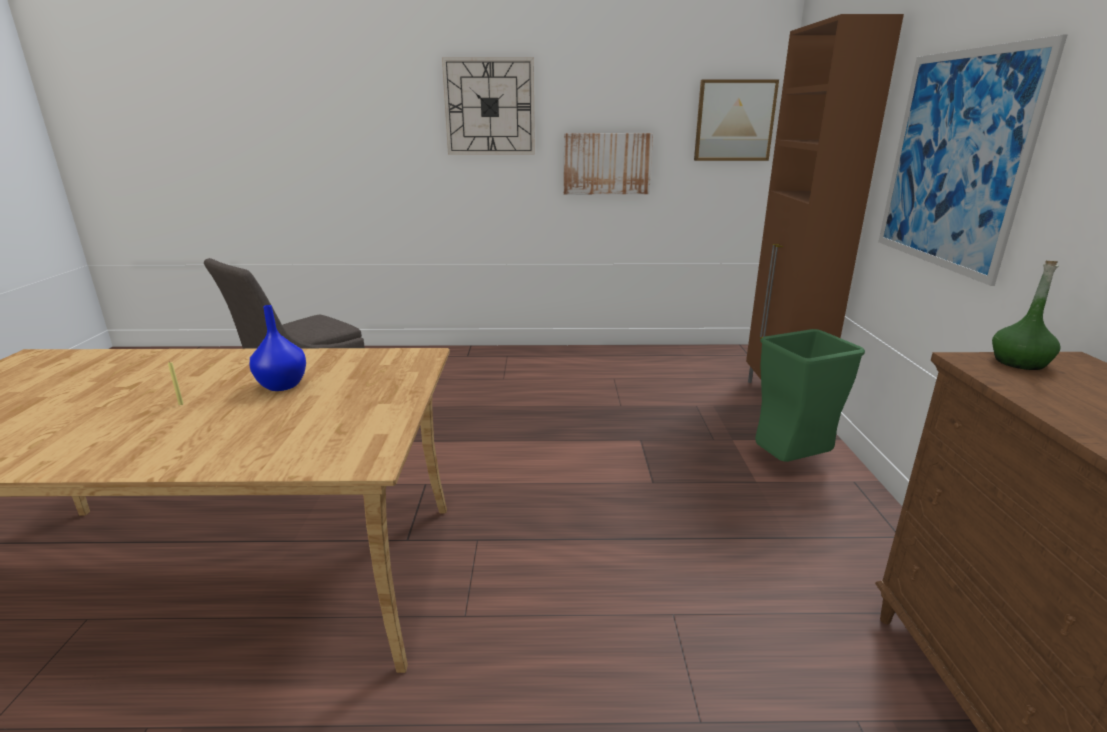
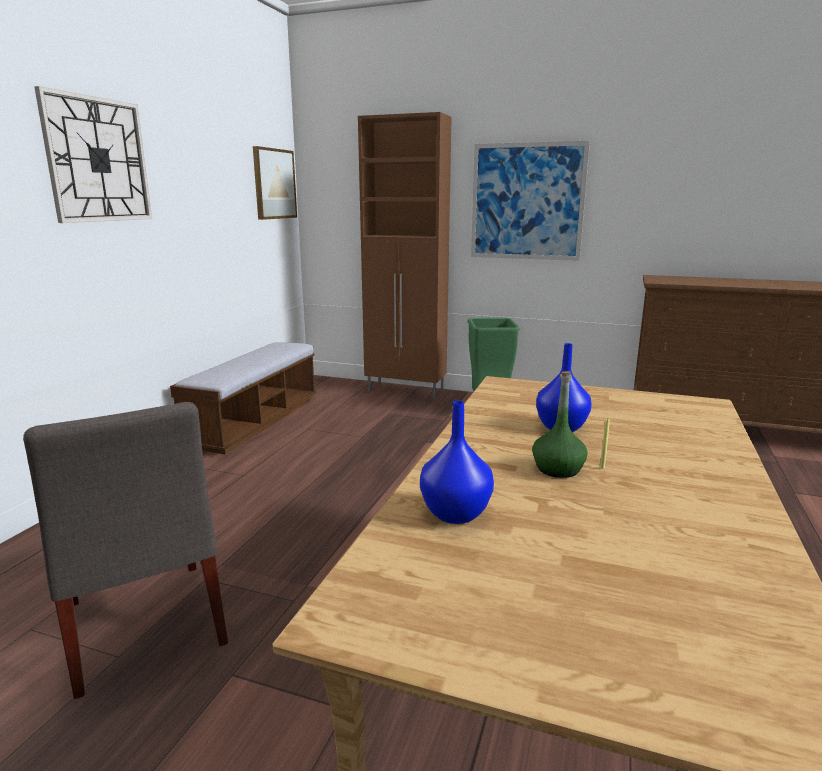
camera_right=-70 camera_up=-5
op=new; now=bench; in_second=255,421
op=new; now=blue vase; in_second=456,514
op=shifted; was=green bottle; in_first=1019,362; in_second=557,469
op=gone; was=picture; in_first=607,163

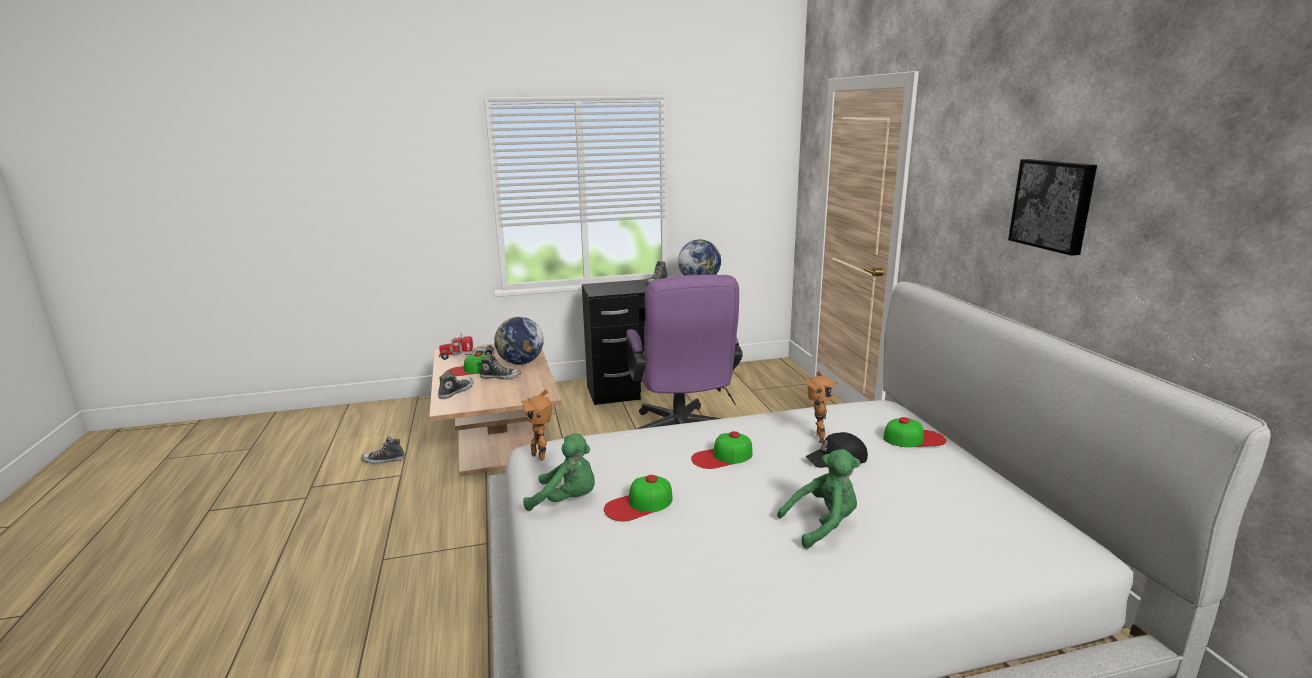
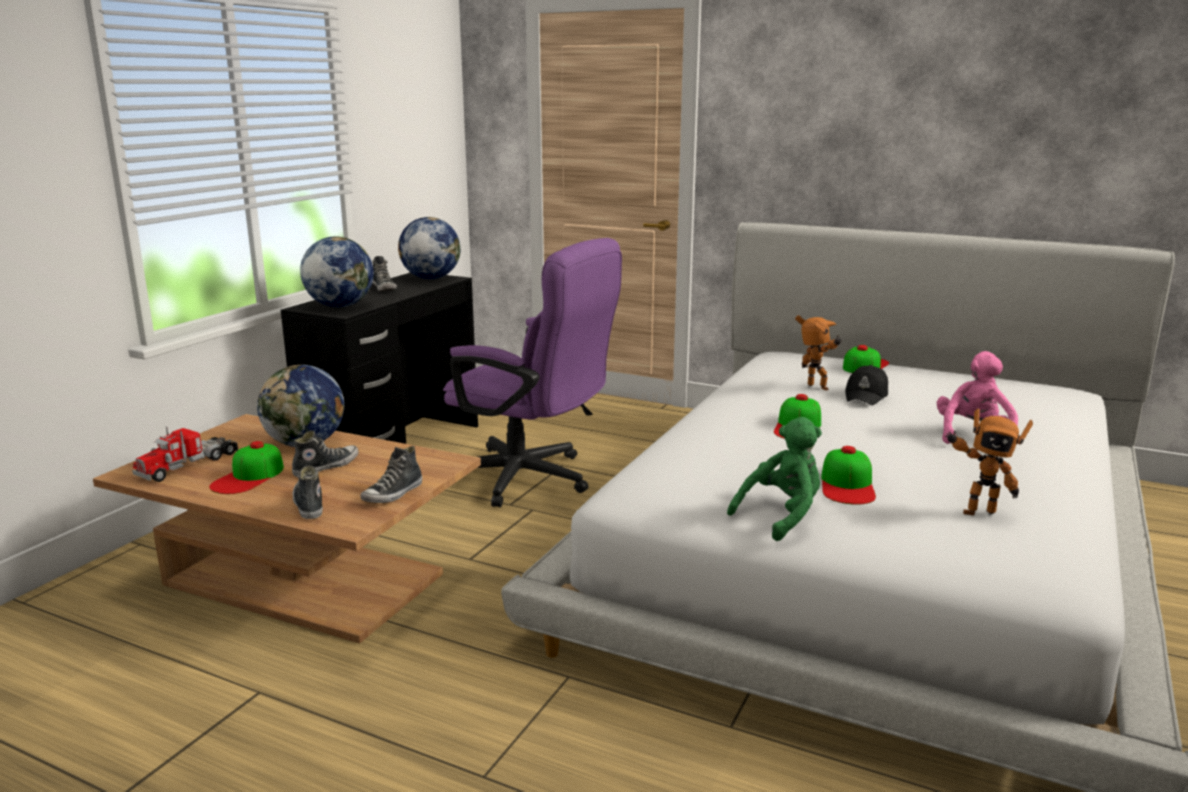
camera_right=-50 camera_up=0
op=new; now=globe; in_second=340,306
op=shifted; was=shoe; in_first=383,460; in_second=393,494
op=repainted; was=green plush toy; now=pink plush toy; in_first=823,525; in_second=973,436
op=shifted; was=toy robot; in_first=540,456; in_second=977,511
op=gone; was=picture; in_first=1053,205

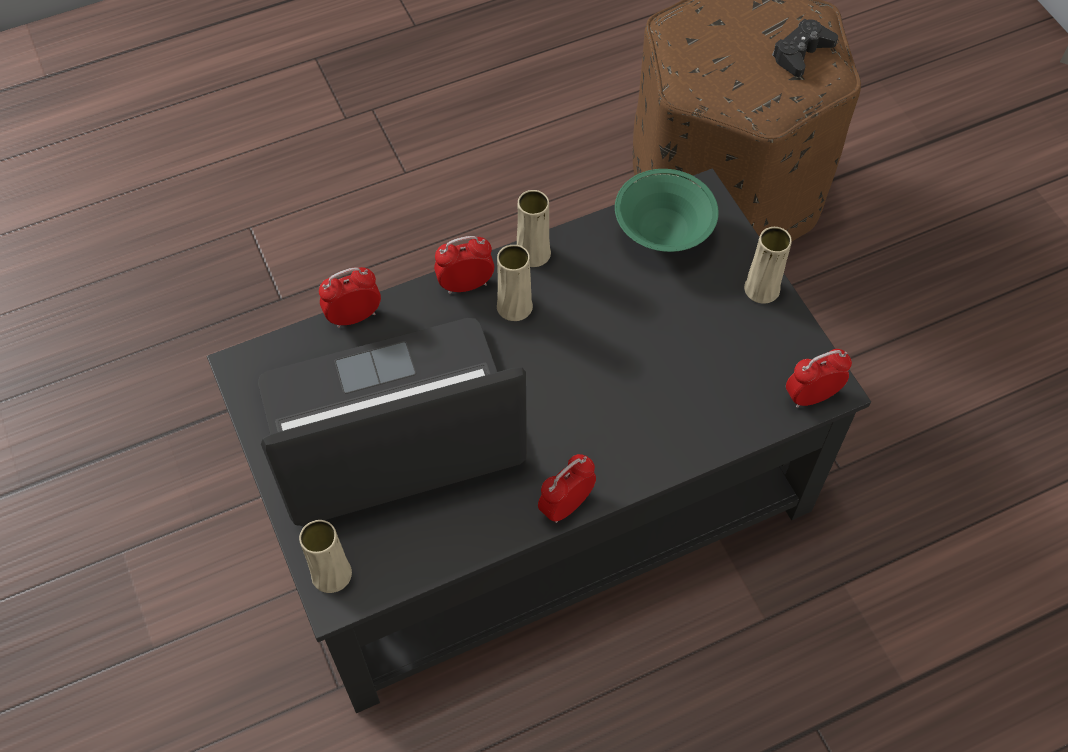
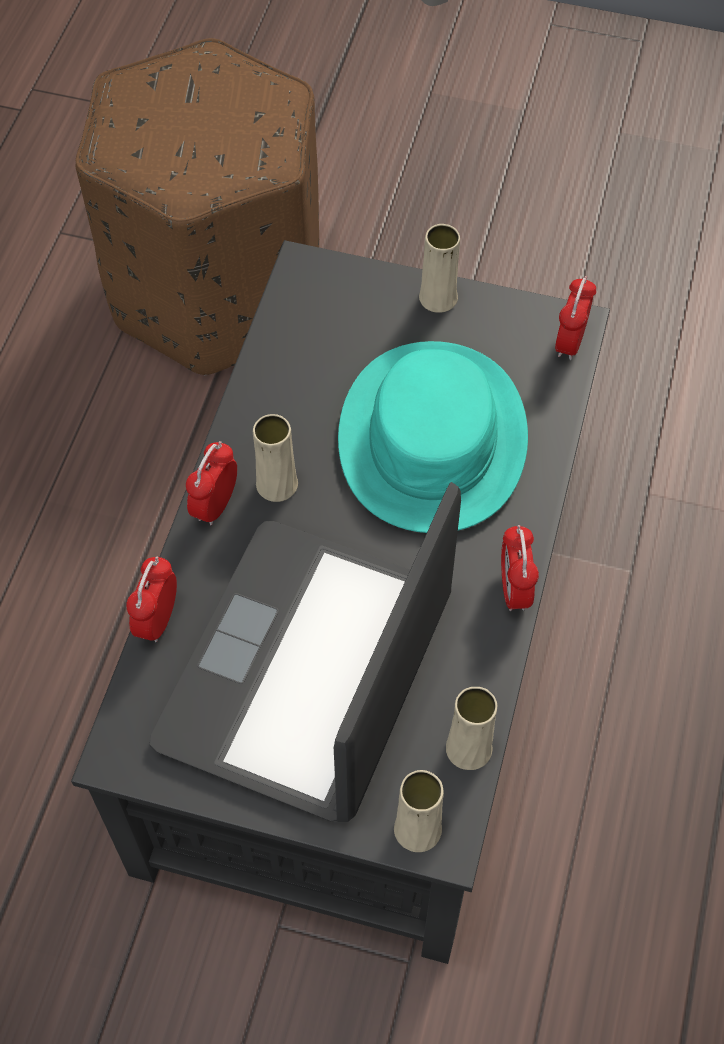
camera_right=-50 camera_up=0
op=new; now=turquoise hat; in_second=433,438
op=shifted; was=beige vase; in_first=533,253; in_second=468,748
op=gone; was=green bowl; in_first=662,233
op=gone; was=black game controller; in_first=801,53

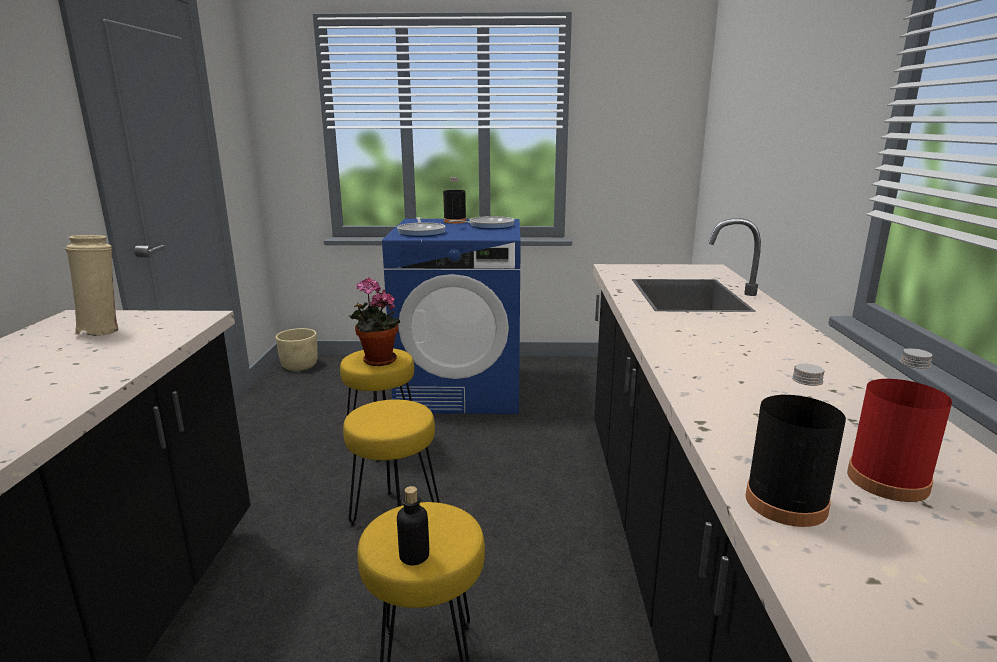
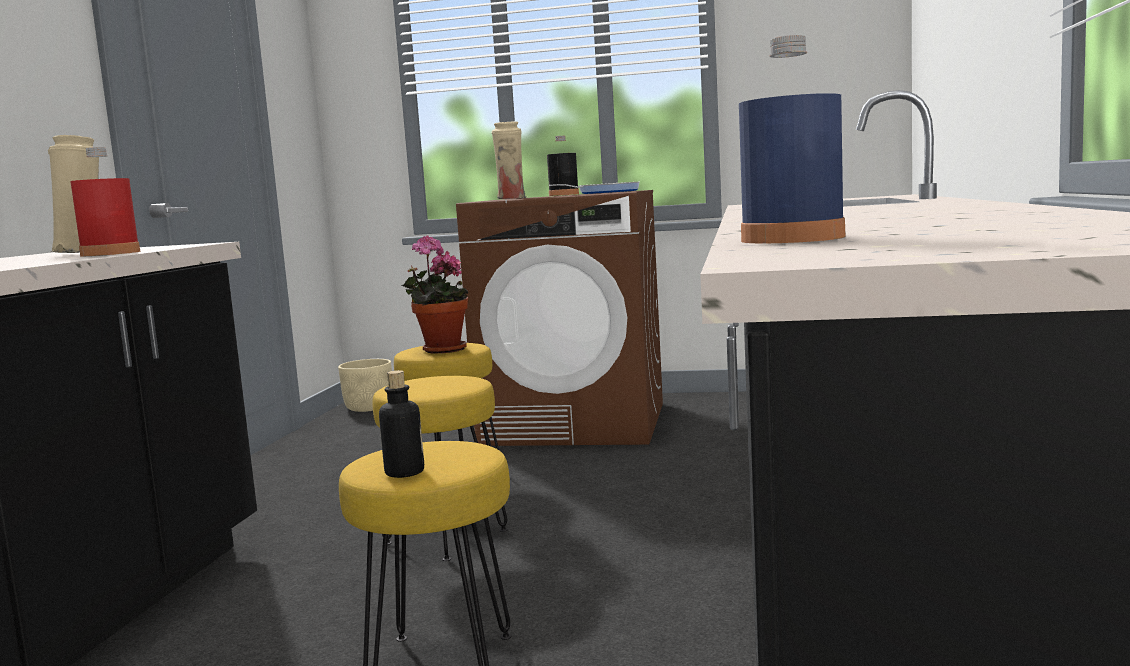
camera_right=10 camera_up=-10
op=shifted; was=red bottle; in_first=887,481; in_second=110,253
op=repainted; was=blue washing machine; now=brown washing machine; in_first=461,389; in_second=576,423
op=swapped; was=frying pan; now=beige vase; in_first=421,232; in_second=511,198
op=repainted; was=black bottle; now=blue bottle; in_first=786,503; in_second=792,239

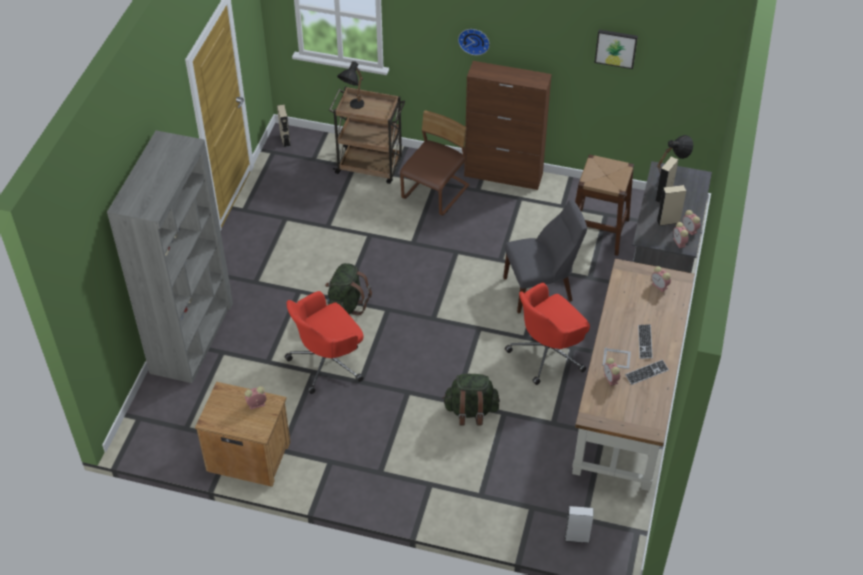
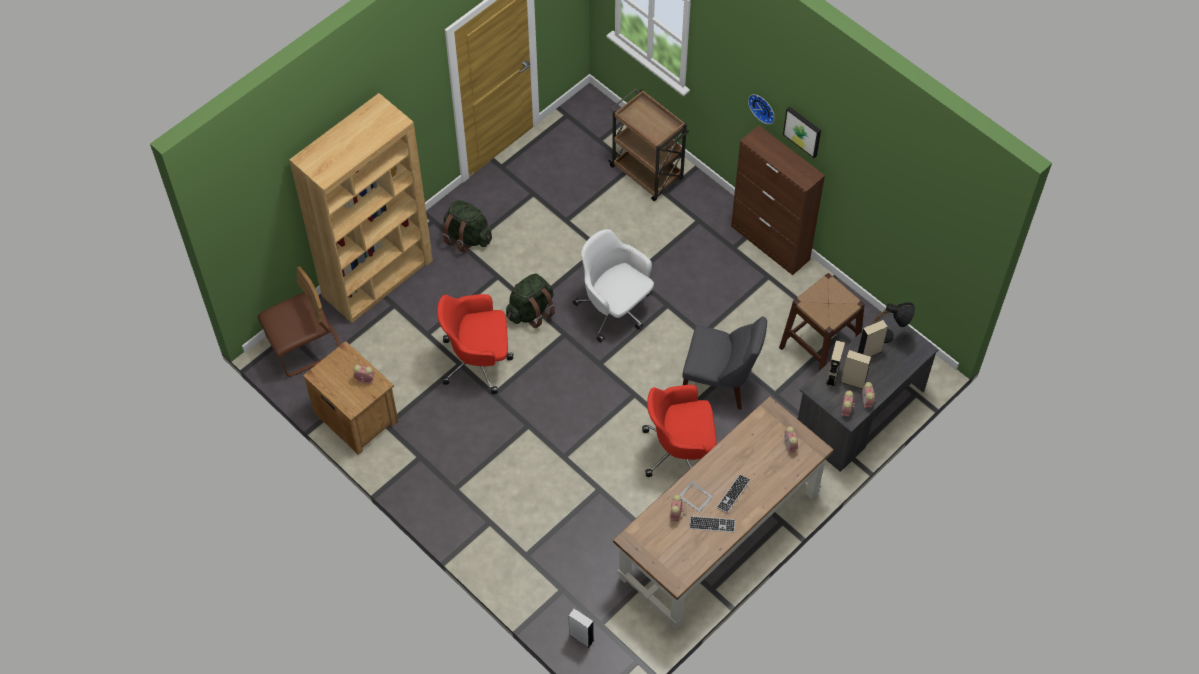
camera_right=30 camera_up=10
op=shifted; was=brown chair; in_first=436,193; in_second=305,347
op=repainted; was=grey bookcase; now=brown bookcase; in_first=192,337; in_second=378,277
op=shifted; was=green backpack; in_first=471,411; in_second=467,237
op=new; now=white office chair; in_second=615,309
op=shifted; was=picture; in_first=616,48; in_second=803,131
op=shifted; was=beige speaker; in_first=285,140; in_second=832,375
op=gone; was=black table lamp; in_first=353,107

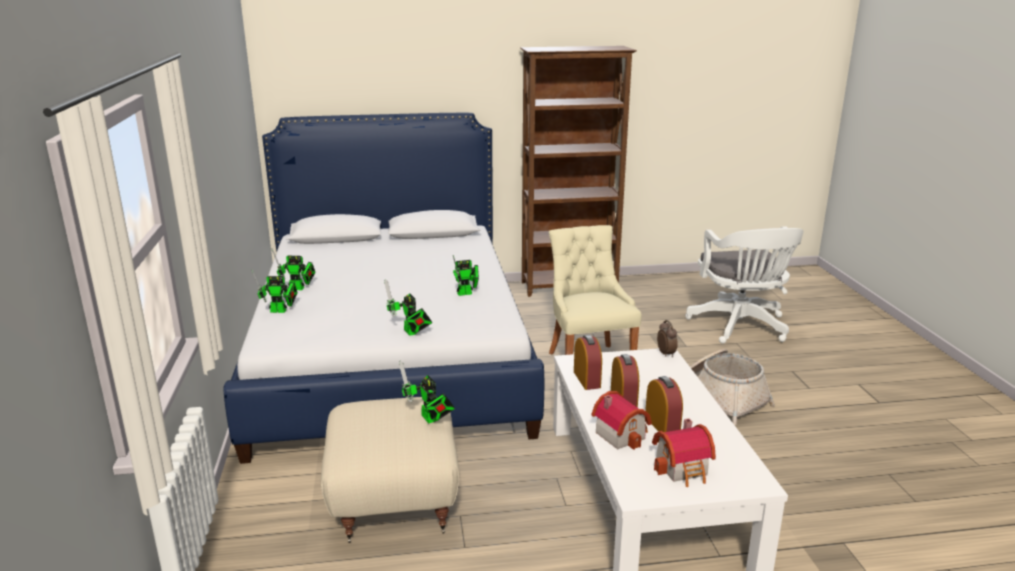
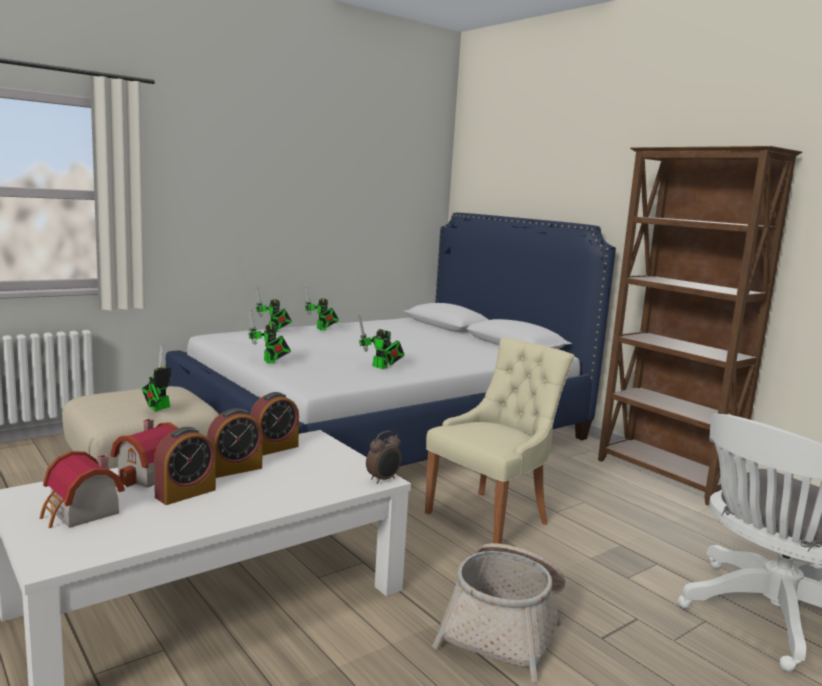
camera_right=60 camera_up=-10
op=rotated; was=toy robot; in_first=411,333; in_second=270,362; clockwise=-60

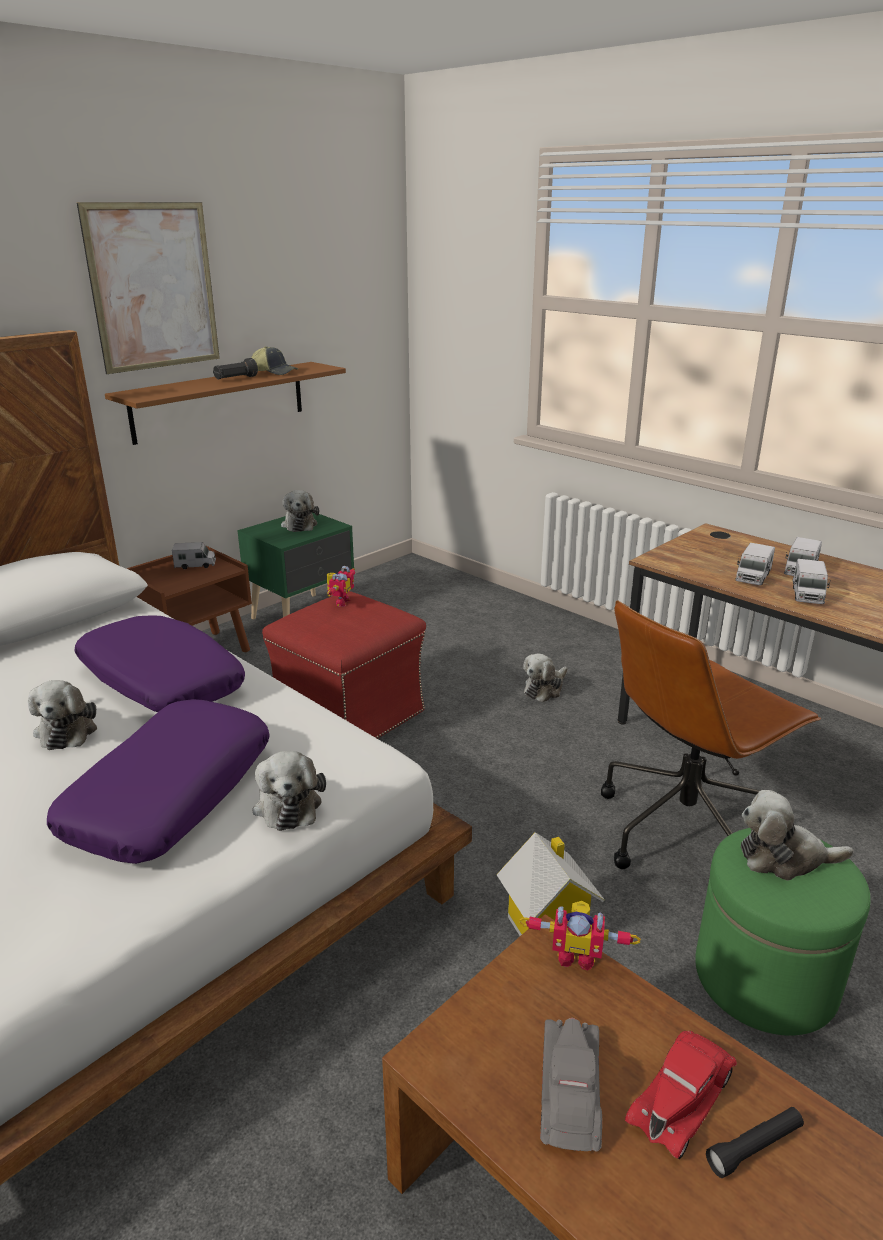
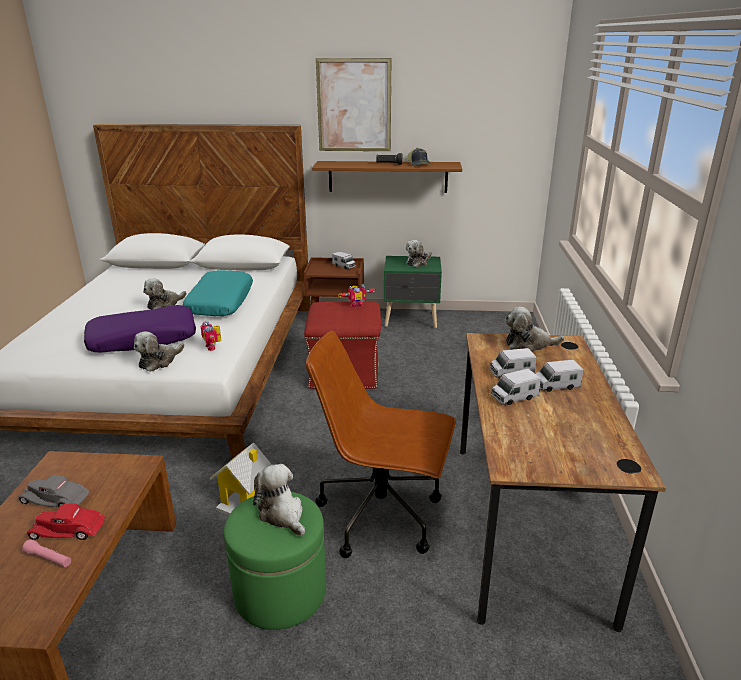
camera_right=50 camera_up=0
op=rotated; was=grey toy car; in_first=570,1089; in_second=56,499; clockwise=-135
op=repainted; was=black flashlight; now=pink flashlight; in_first=754,1147; in_second=48,558
op=repainted; was=purple pillow; now=turquoise pillow; in_first=160,681; in_second=220,302
op=shifted; was=toy robot; in_first=576,955; in_second=213,347
op=shifted; was=plush toy; in_first=544,689; in_second=528,344

